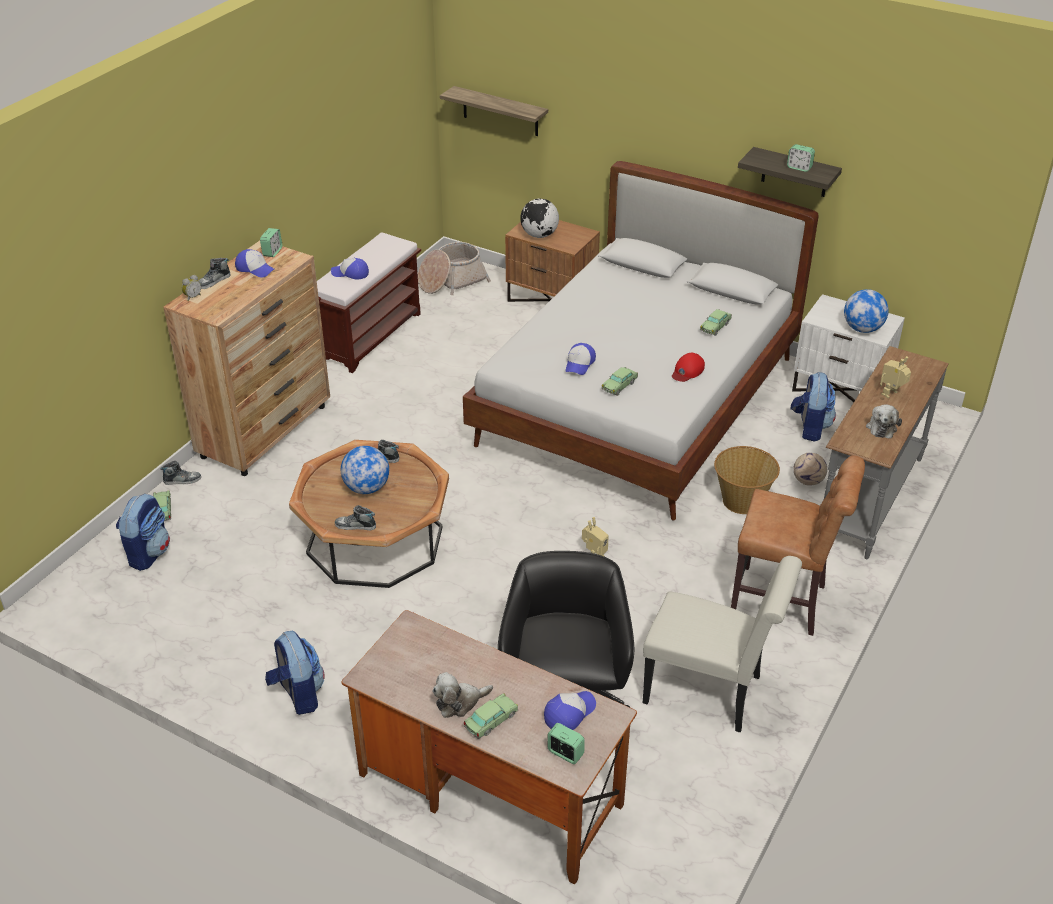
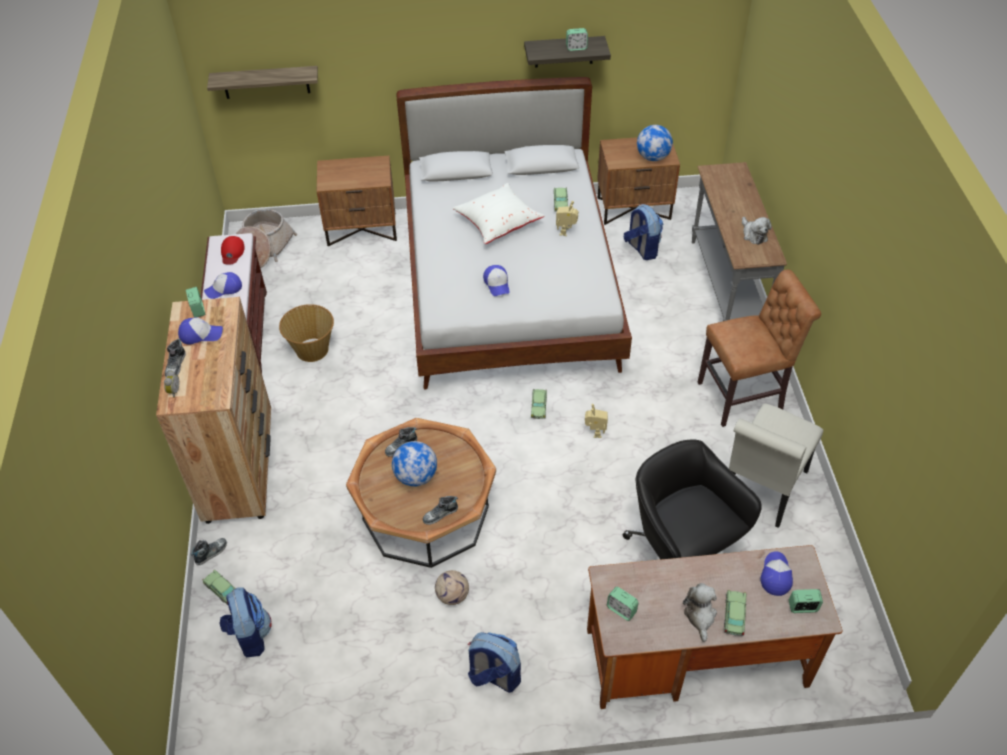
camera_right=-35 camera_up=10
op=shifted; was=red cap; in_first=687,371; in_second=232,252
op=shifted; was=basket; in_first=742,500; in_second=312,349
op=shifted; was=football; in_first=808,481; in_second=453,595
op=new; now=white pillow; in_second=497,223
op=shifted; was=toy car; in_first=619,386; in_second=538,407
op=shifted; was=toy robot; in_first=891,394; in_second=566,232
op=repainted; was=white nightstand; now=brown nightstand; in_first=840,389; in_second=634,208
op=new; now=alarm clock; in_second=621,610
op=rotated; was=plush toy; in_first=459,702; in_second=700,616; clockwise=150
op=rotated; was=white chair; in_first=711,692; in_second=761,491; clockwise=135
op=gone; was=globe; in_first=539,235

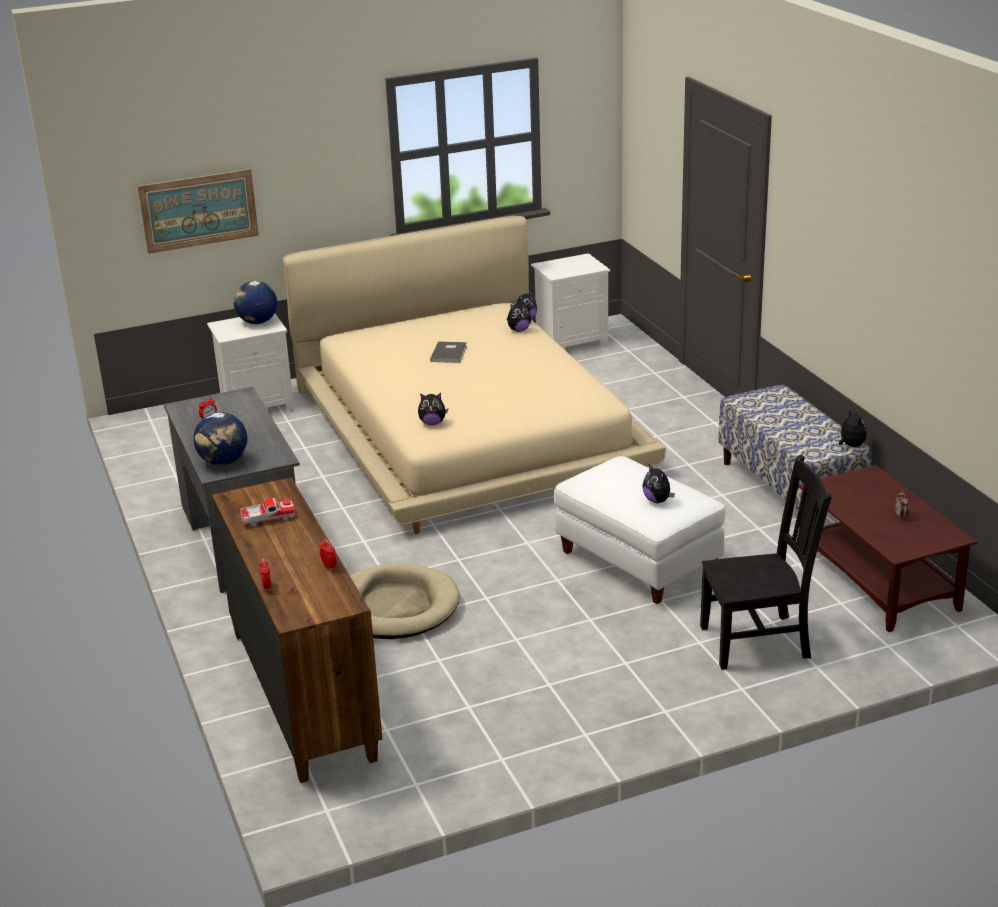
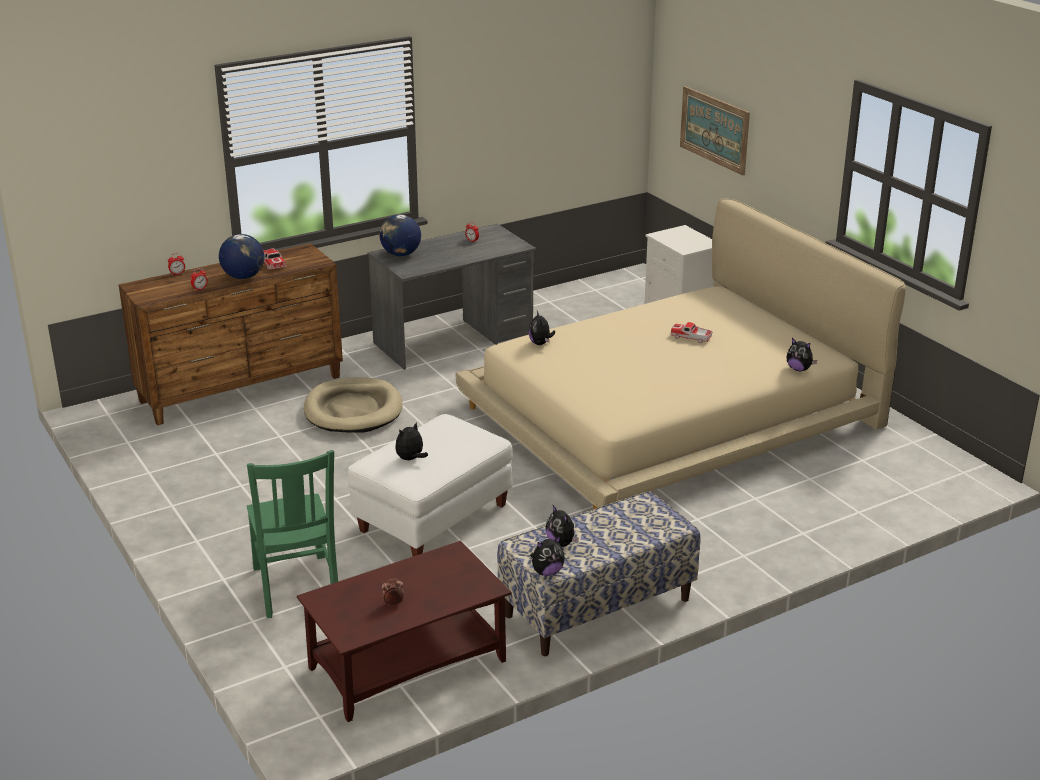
camera_right=80 camera_up=0
op=shifted; was=globe; in_first=257,322; in_second=243,277
op=repainted; was=black chair; now=green chair; in_first=759,641; in_second=296,588
op=shifted; was=plush toy; in_first=519,330; in_second=561,543
op=swapped; was=grey book; now=toy car; in_first=450,353; in_second=691,337
op=gone; was=white nightstand; in_first=572,343

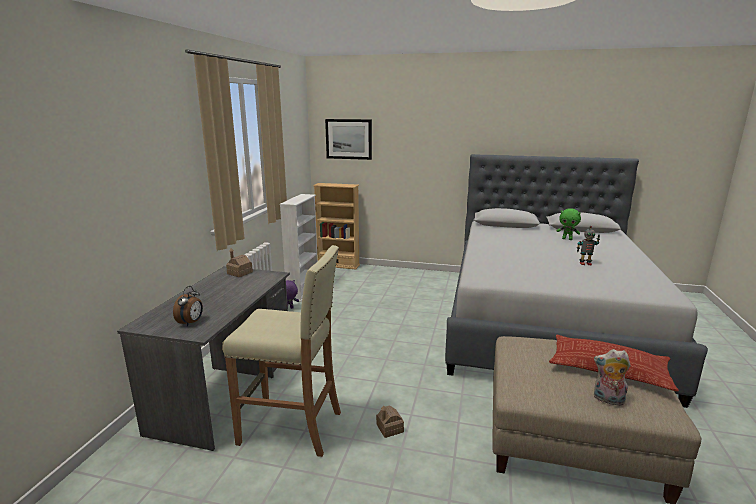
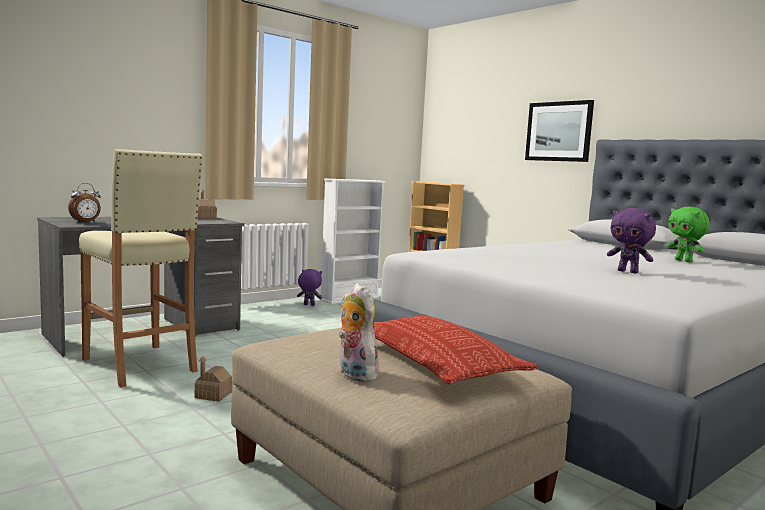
camera_right=35 camera_up=-10
op=shifted; was=picture; in_first=349,139; in_second=559,131
op=swapped; was=toy robot; now=purple plush toy; in_first=585,263; in_second=628,272

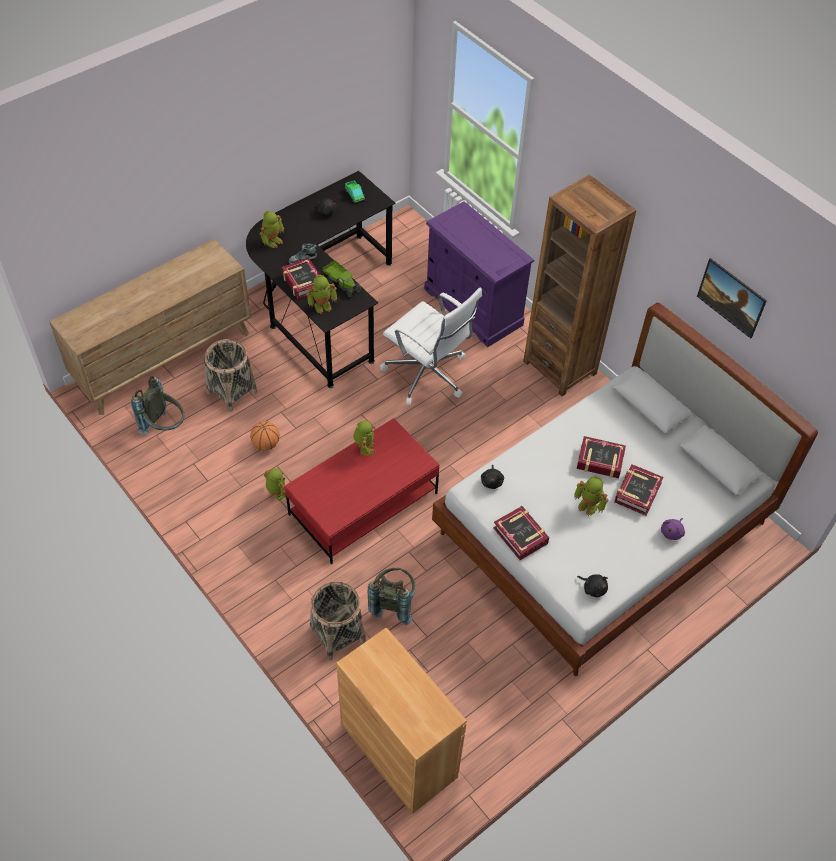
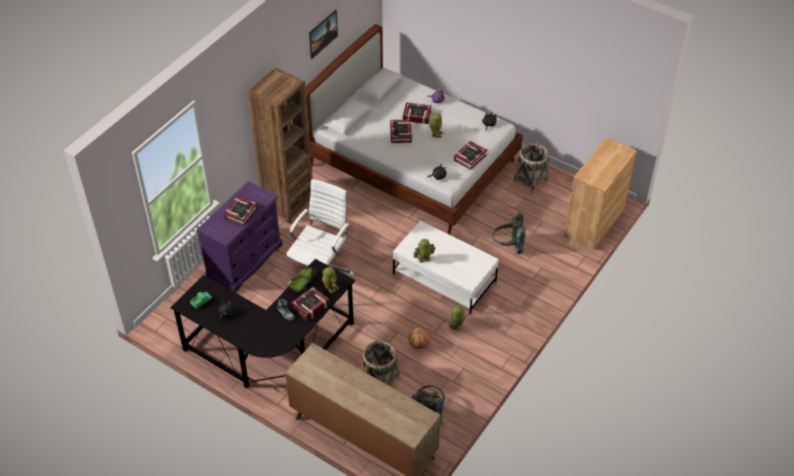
camera_right=-105 camera_up=-5
op=new; now=book; in_second=241,213
op=repainted; was=red coffee table; now=white coffee table; in_first=363,504; in_second=444,278
op=shifted; was=basket; in_first=337,634; in_second=530,181
op=gone; was=toy robot; in_first=272,241

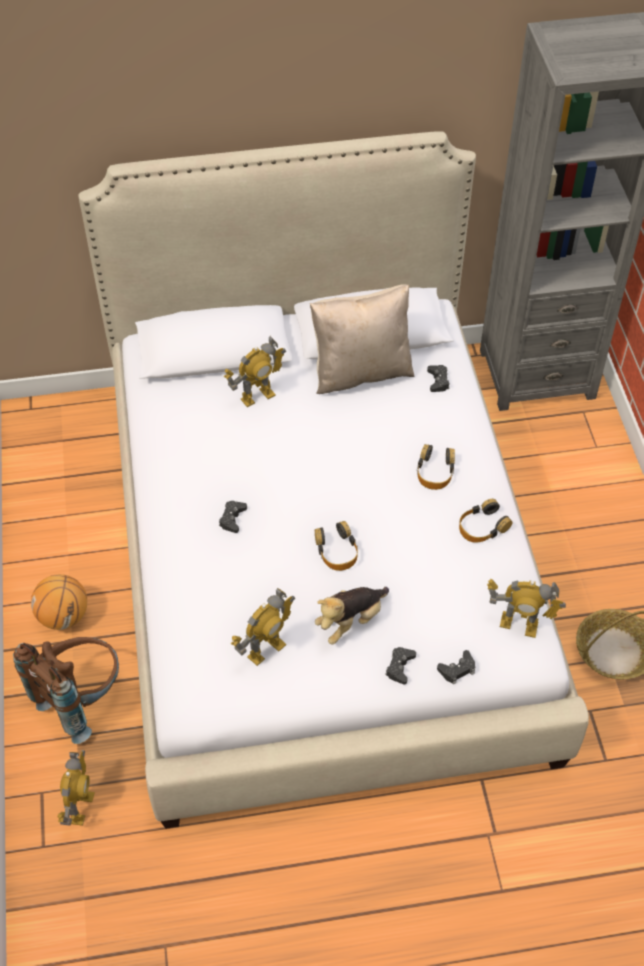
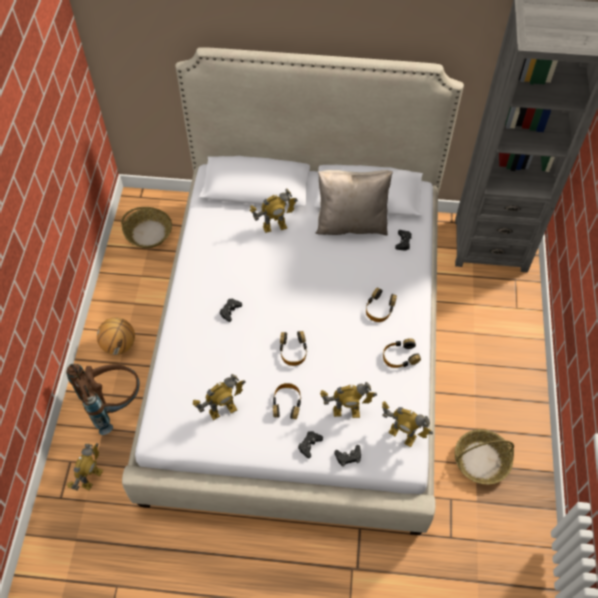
camera_right=15 camera_up=5
op=new; now=basket; in_second=149,233
op=swapped; was=plush toy; now=headphones; in_first=351,621; in_second=286,403
op=new; now=toy robot; in_second=346,411

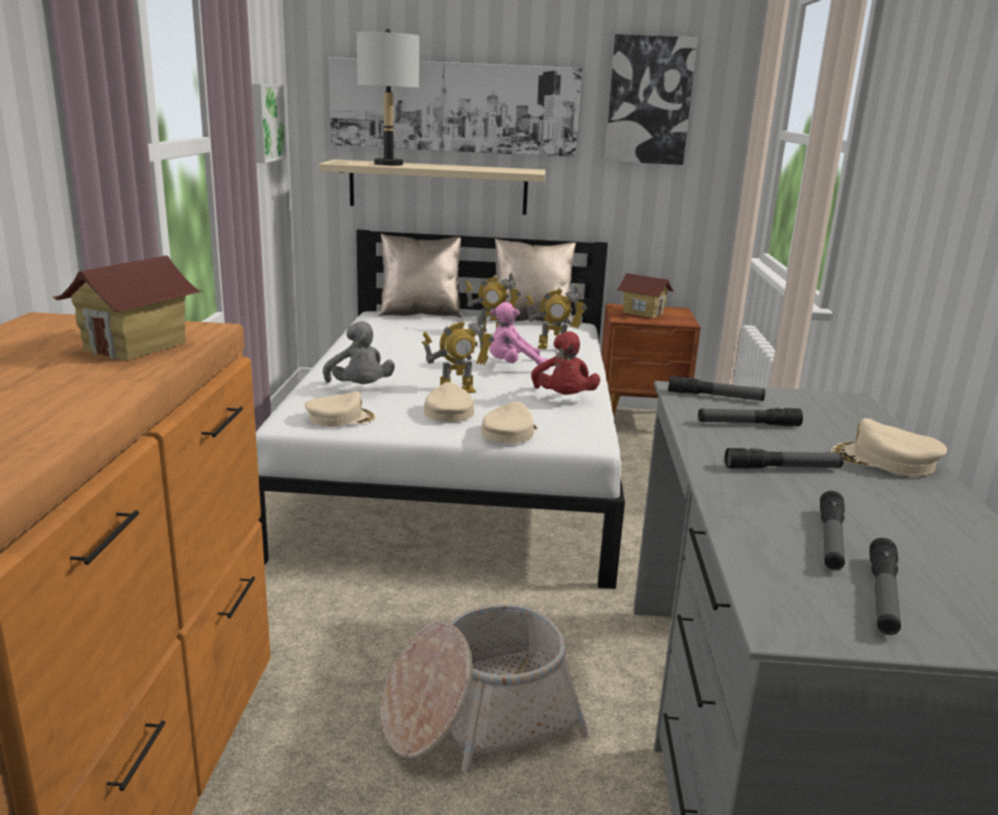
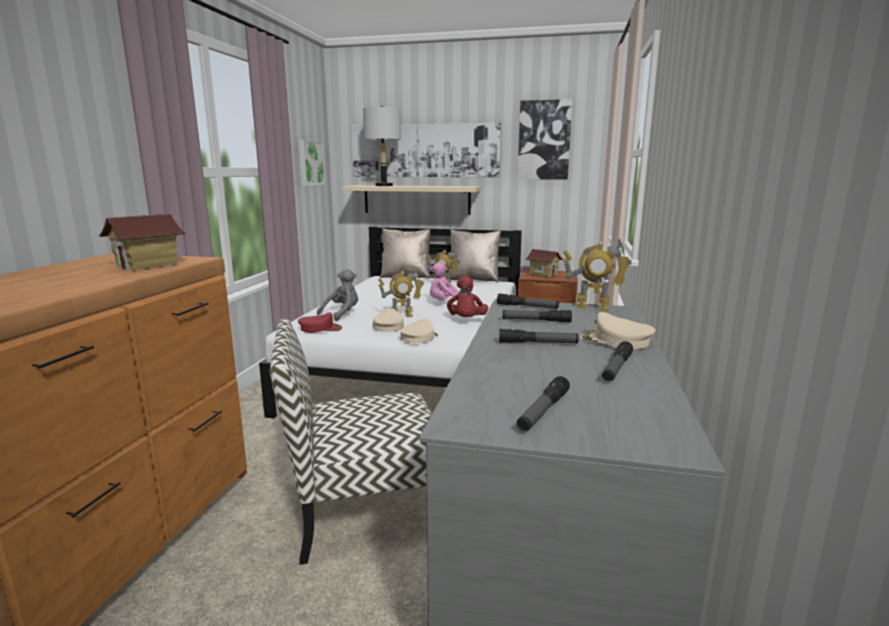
camera_right=10 camera_up=-5
op=swapped; was=basket; now=chair; in_first=478,716; in_second=363,512
op=repainted; was=beige cap; now=red cap; in_first=340,418; in_second=320,328
op=rotated; was=grey plush toy; in_first=360,389; in_second=342,314; clockwise=-120
op=shifted; was=toy robot; in_first=553,348; in_second=592,307
op=shifted; was=flashlight; in_first=830,540; in_second=616,368

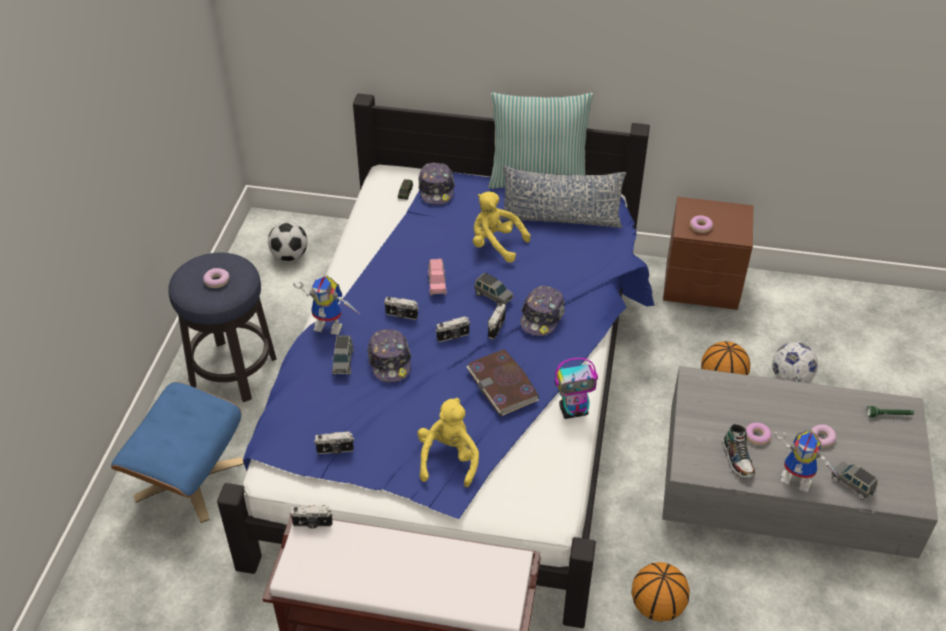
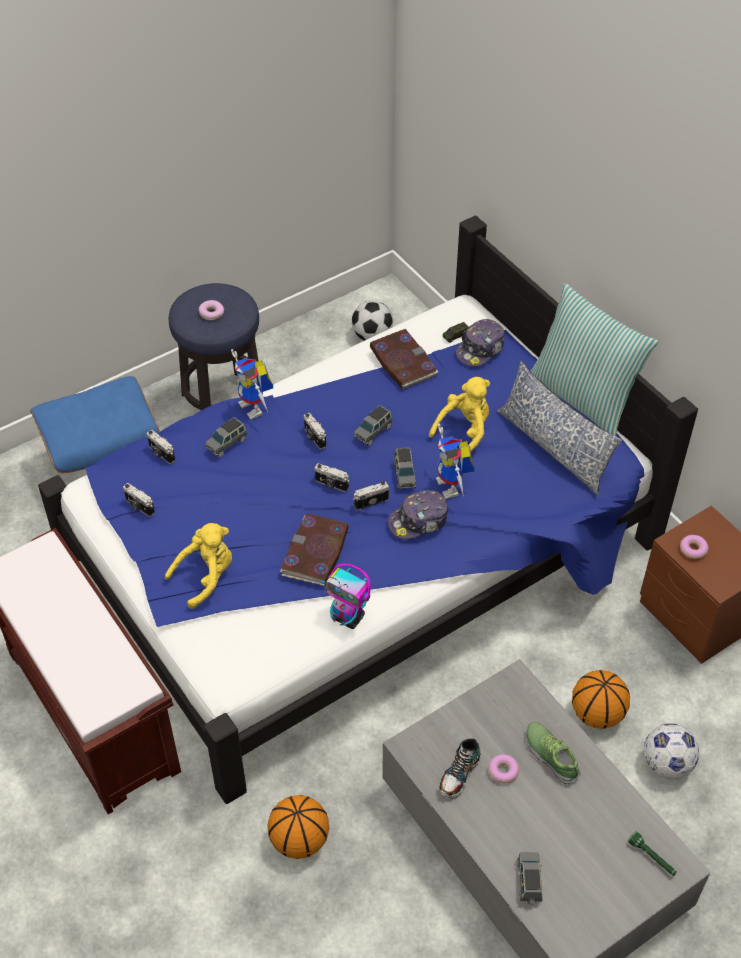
camera_right=45 camera_up=5
op=shifted; was=photo camera; in_first=312,524; in_second=161,454
op=repainted; was=pink toy car; now=grey toy car; in_first=437,284; in_second=373,432
op=new; now=book; in_second=402,361
op=rotated; was=yellow plush toy; in_first=495,244; in_second=464,432; clockwise=60
op=shifted; was=toy robot; in_first=799,479; in_second=453,488
op=new; now=shoe; in_second=551,755
op=gone; was=cap; in_first=390,361
op=gone; was=donut; in_first=821,439

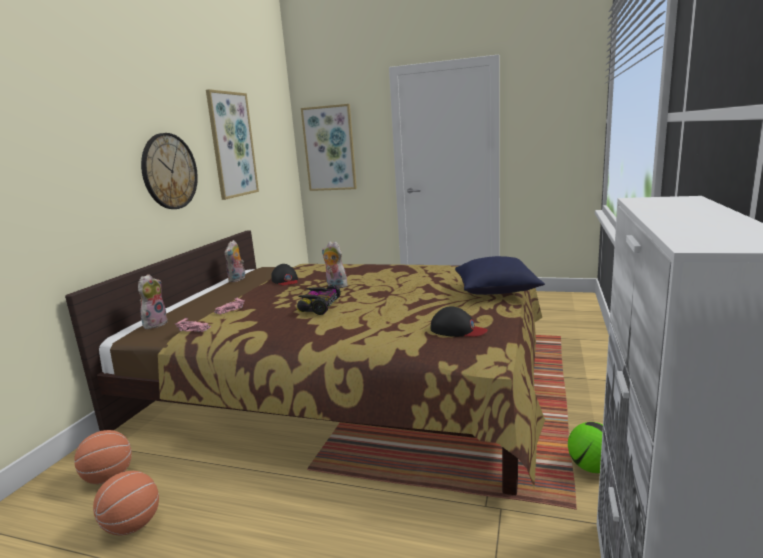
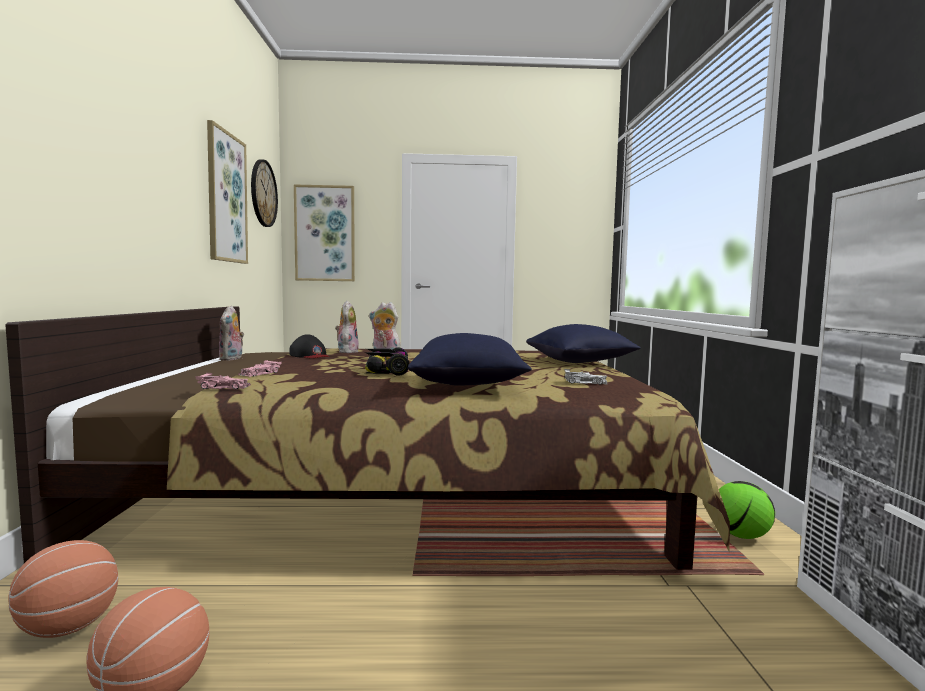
camera_right=-20 camera_up=-10
op=shifted; was=wall clock; in_first=169,171; in_second=263,193
op=shifted; was=plush toy; in_first=155,324; in_second=347,351
op=new; now=blue pillow; in_second=469,384
op=swapped; was=black cap; now=white toy car; in_first=457,330; in_second=585,383

